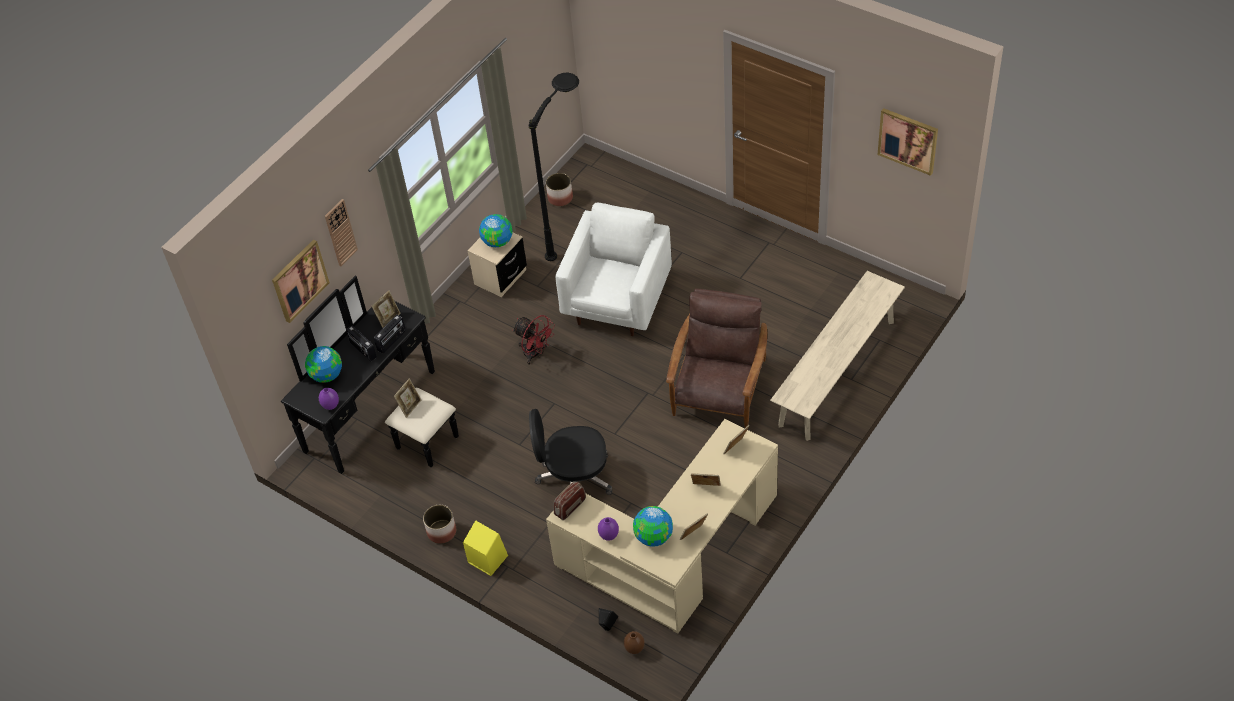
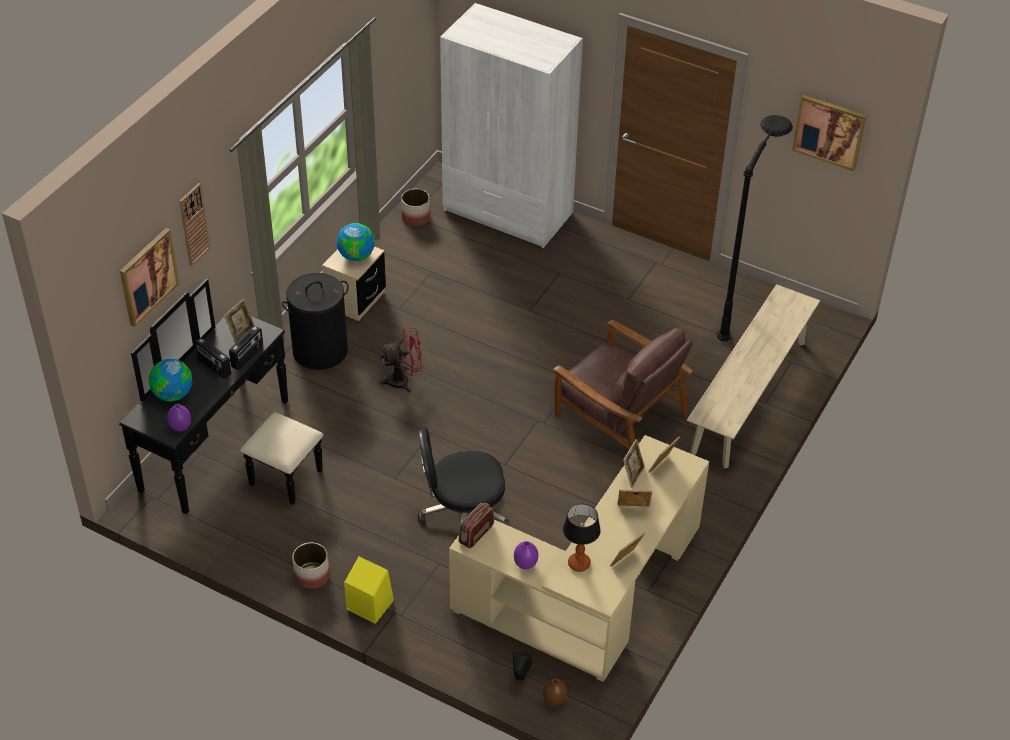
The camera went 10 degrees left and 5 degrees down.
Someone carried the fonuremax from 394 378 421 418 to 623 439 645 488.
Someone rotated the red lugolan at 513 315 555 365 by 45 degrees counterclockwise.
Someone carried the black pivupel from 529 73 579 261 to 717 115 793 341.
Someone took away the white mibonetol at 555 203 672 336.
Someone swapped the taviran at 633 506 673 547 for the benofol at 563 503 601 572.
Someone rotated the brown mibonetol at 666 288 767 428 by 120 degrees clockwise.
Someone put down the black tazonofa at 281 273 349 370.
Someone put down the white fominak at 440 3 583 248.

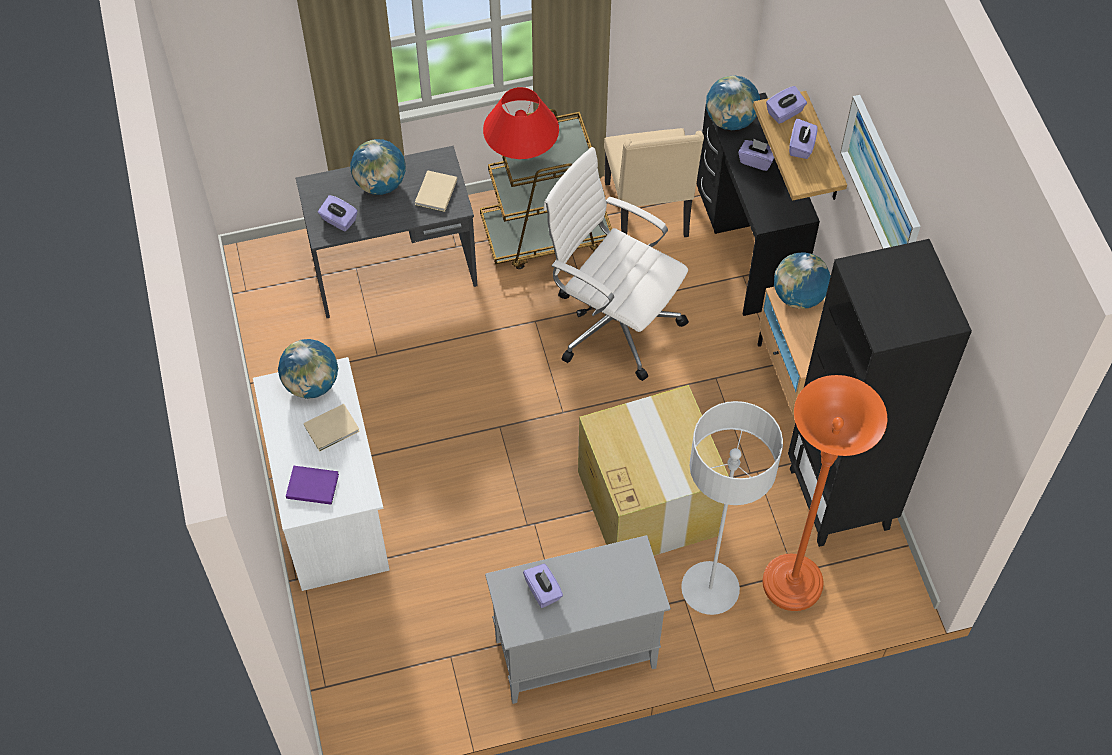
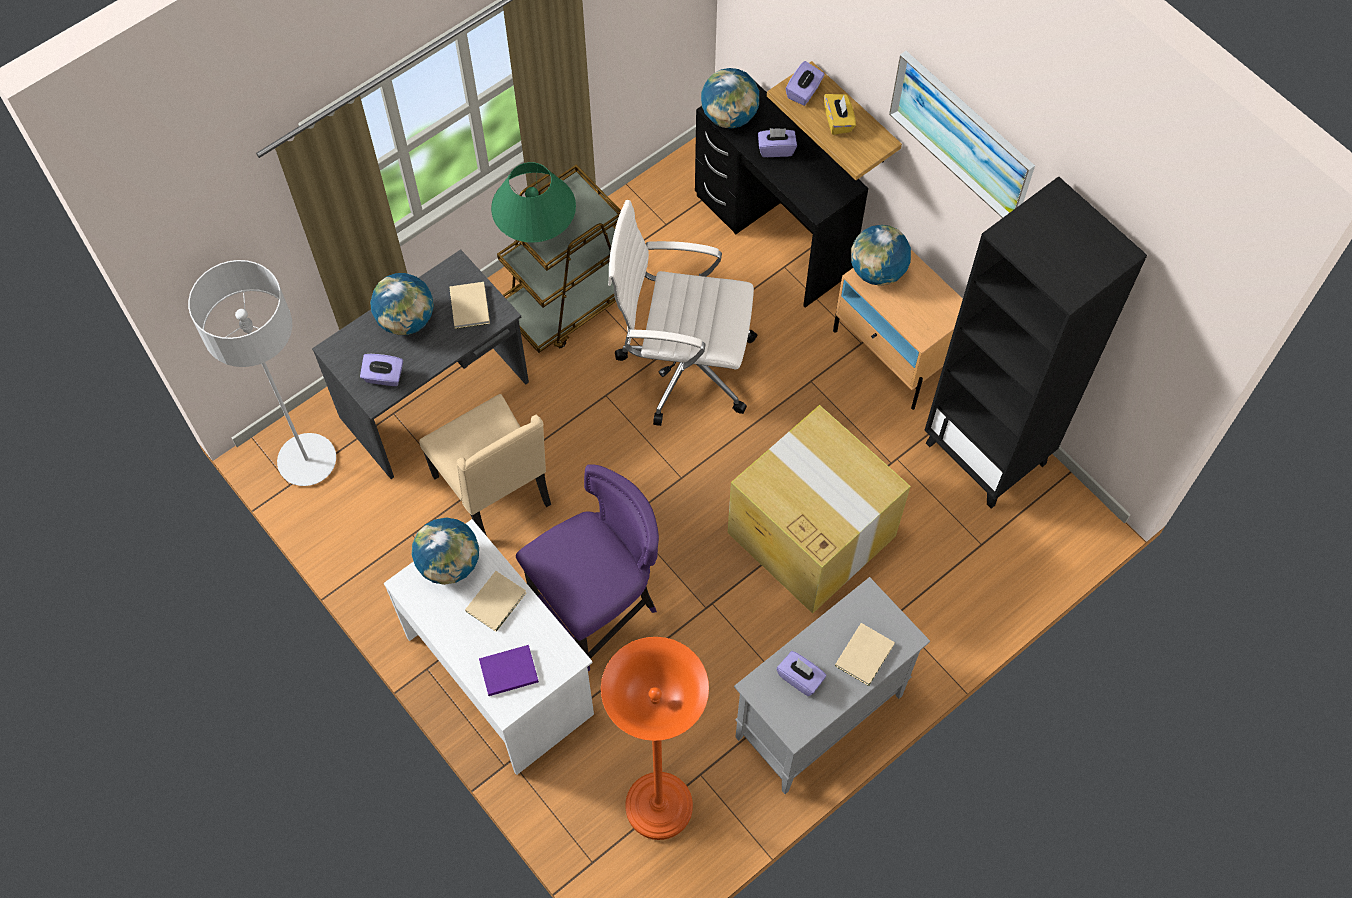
The camera went 25 degrees left and 5 degrees up.
Someone repainted the red benofol at 483 87 559 159, which became the green benofol at 491 162 576 243.
Someone carried the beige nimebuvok from 604 128 704 237 to 419 394 551 536.
Someone carried the grey pivupel from 681 401 783 615 to 188 260 336 486.
Someone carried the orange pivupel from 763 375 887 611 to 601 637 709 840.
Someone repainted the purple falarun at 789 118 818 159, which became the yellow falarun at 824 94 856 135.
Someone put down the purple nimebuvok at 516 464 659 671.
Someone put down the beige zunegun at 835 623 895 686.

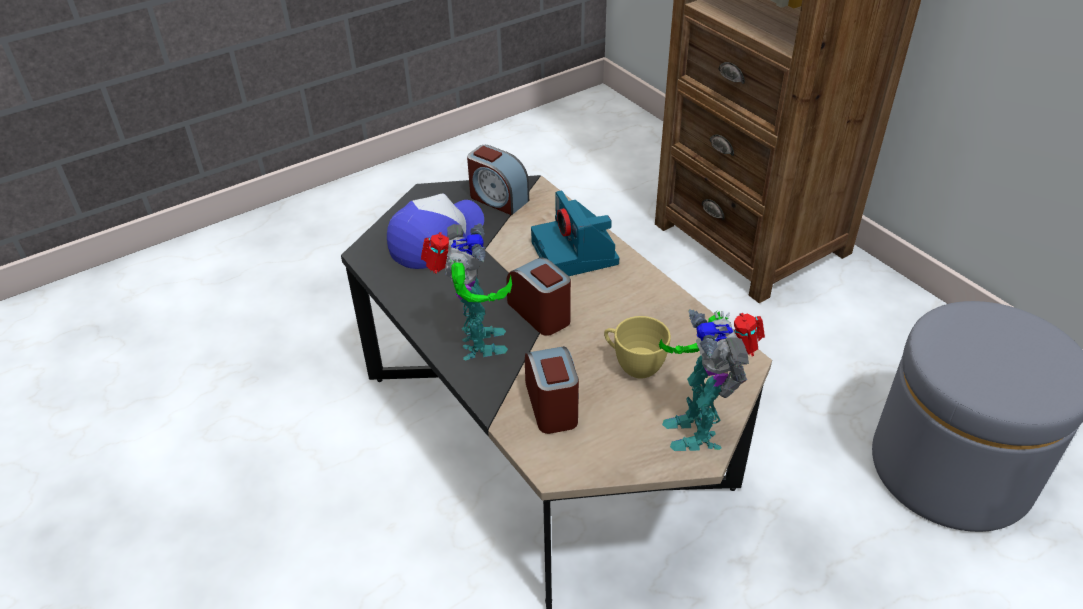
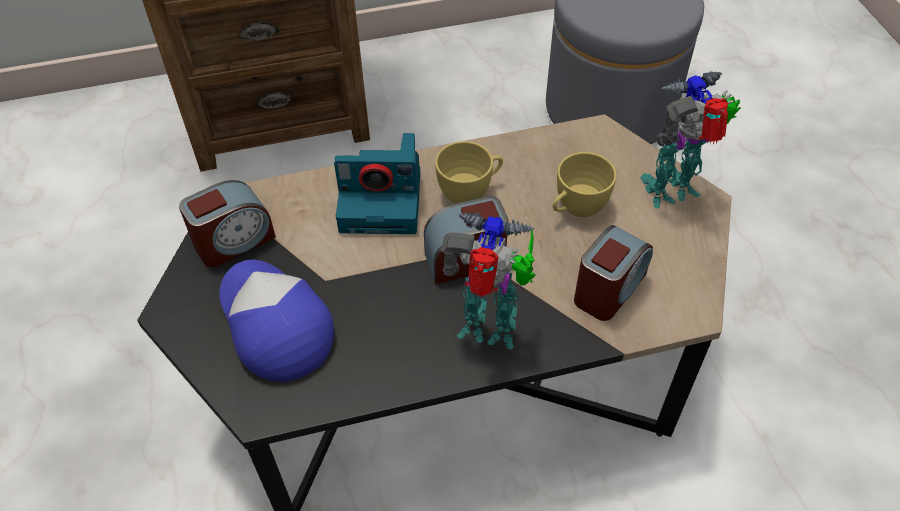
The camera went 70 degrees left and 10 degrees up.
Someone rotated the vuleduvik at 525 346 579 434 by 120 degrees clockwise.
Someone rotated the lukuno at 659 309 765 451 by 150 degrees clockwise.
Someone put down the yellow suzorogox at 435 141 503 204.

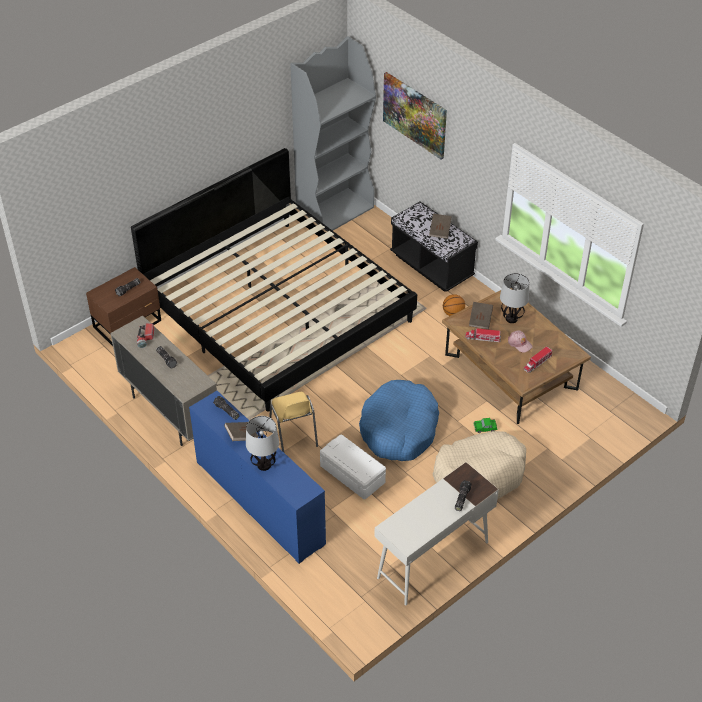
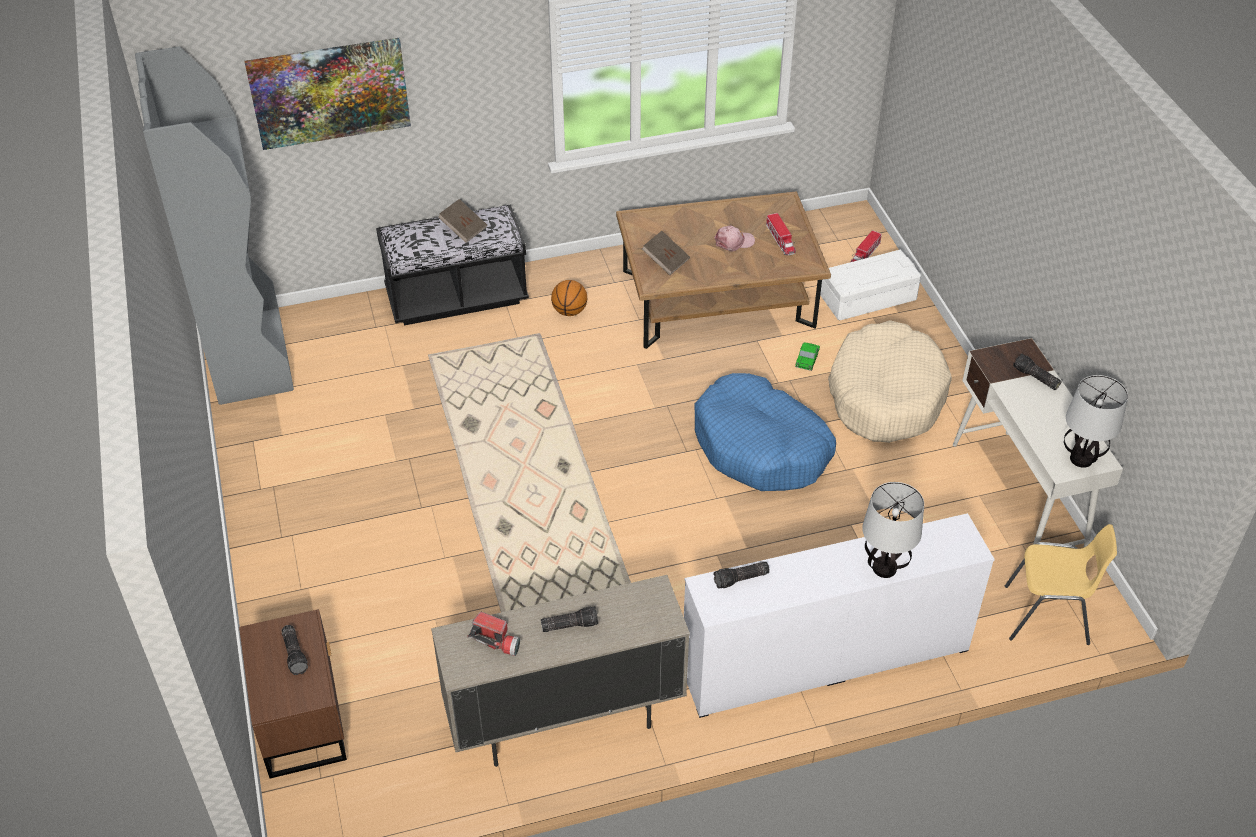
The camera went 65 degrees left and 0 degrees up.
Someone took away the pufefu at 131 148 417 412.
Someone repainted the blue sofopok at 189 391 326 564, which became the white sofopok at 684 513 995 718.
Someone took away the brown zunegun at 224 422 259 441.
Someone carried the yellow nimebuvok from 269 392 318 452 to 1005 524 1117 645.
Someone carried the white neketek from 320 435 386 499 to 820 250 921 321.
Someone carried the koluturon from 465 328 501 342 to 850 230 882 262.
Someone carried the benofol from 500 273 529 323 to 1064 375 1128 468.

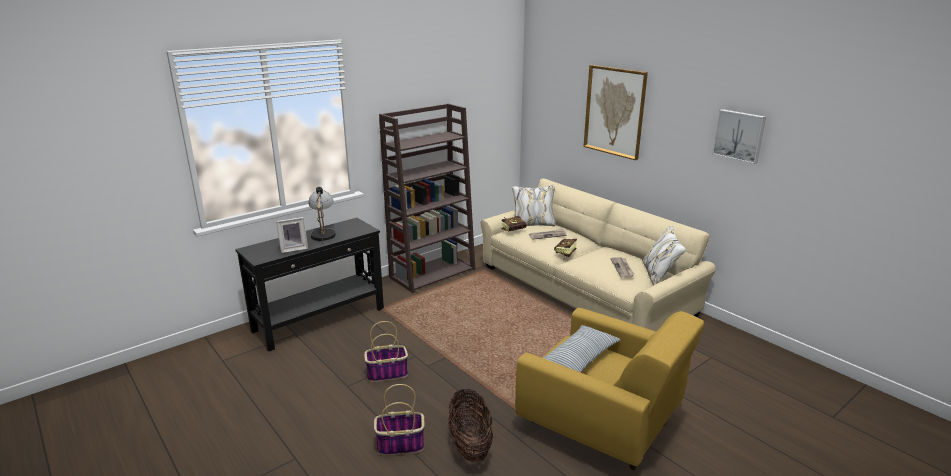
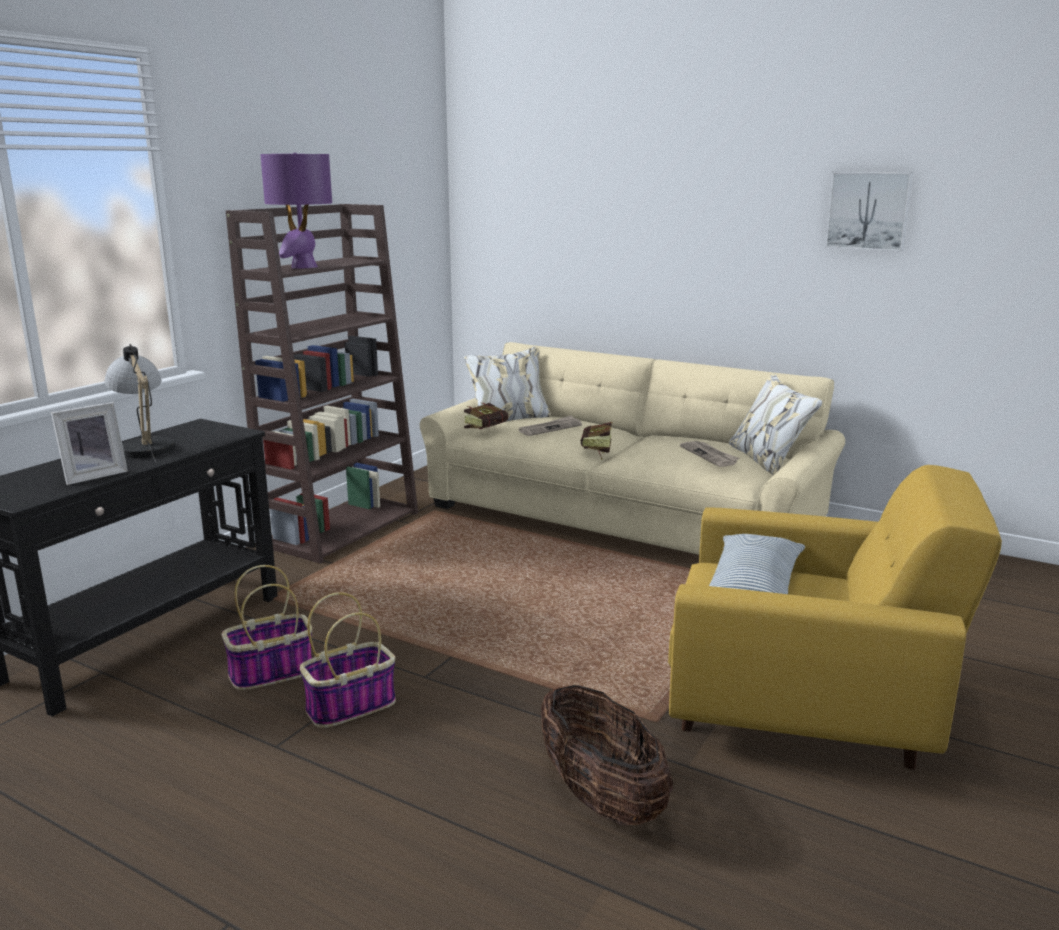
The camera went 20 degrees left and 5 degrees down.
Someone carried the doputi from 374 384 424 455 to 222 565 312 690.
Someone took away the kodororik at 583 65 648 160.
Someone put down the purple benofol at 260 153 332 269.

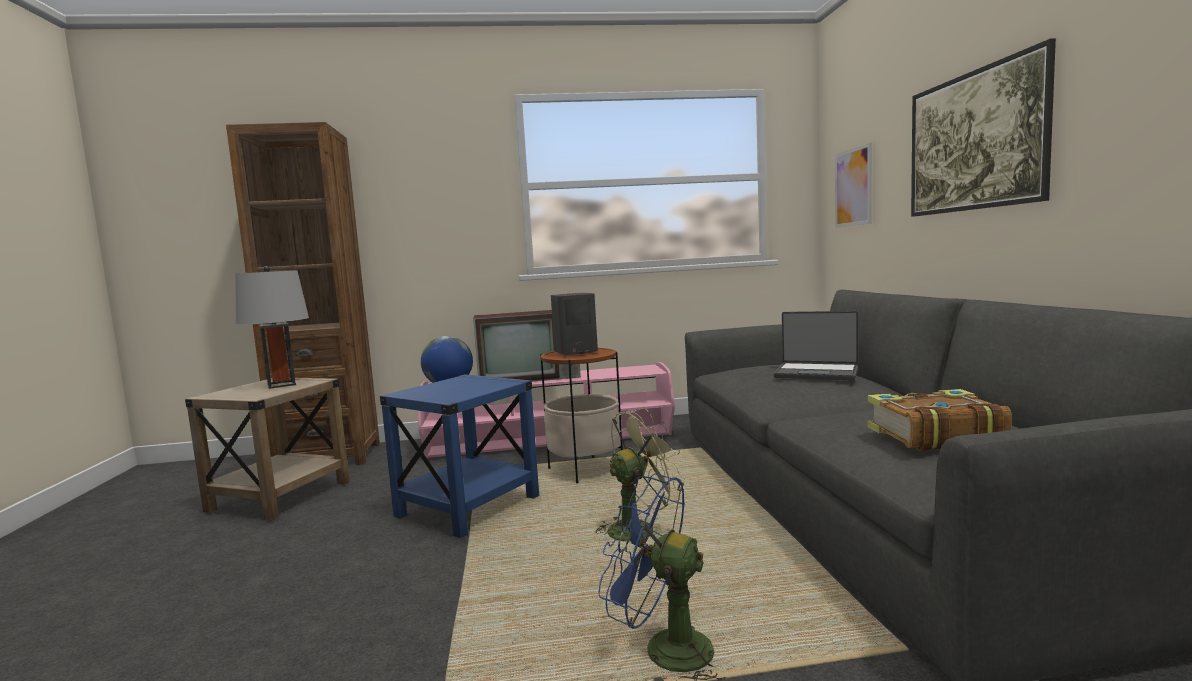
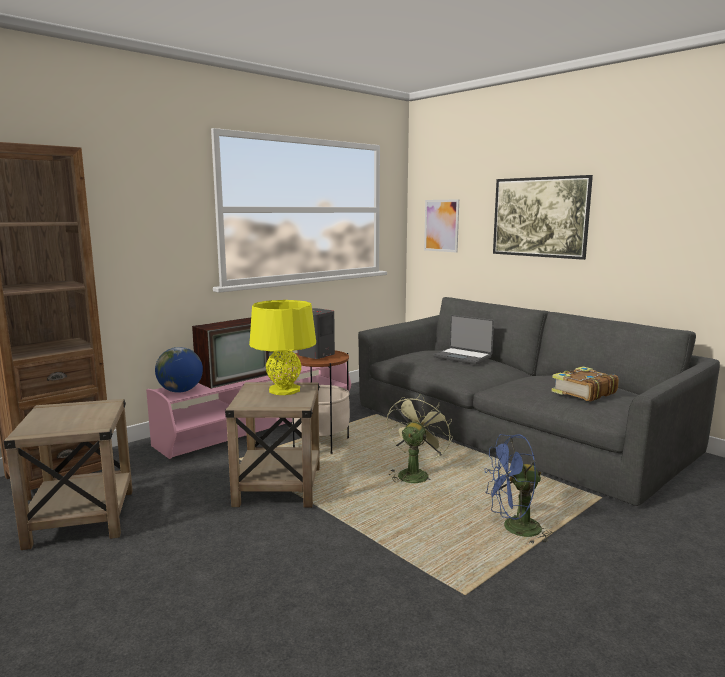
The camera went 35 degrees left and 5 degrees up.
Someone took away the grey benofol at 235 266 309 389.
Someone repainted the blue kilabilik at 380 374 539 538, which became the beige kilabilik at 225 382 320 508.
Someone rotated the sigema at 774 311 858 380 by 45 degrees clockwise.
Someone put down the yellow benofol at 249 300 316 395.

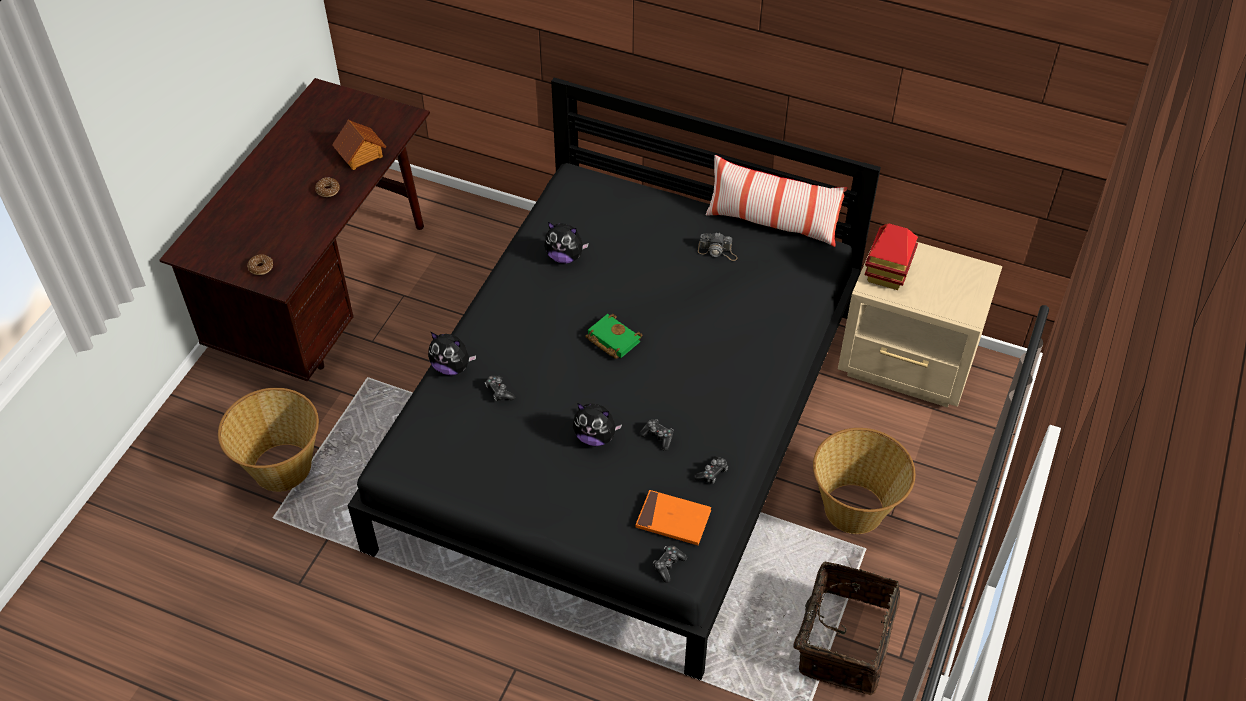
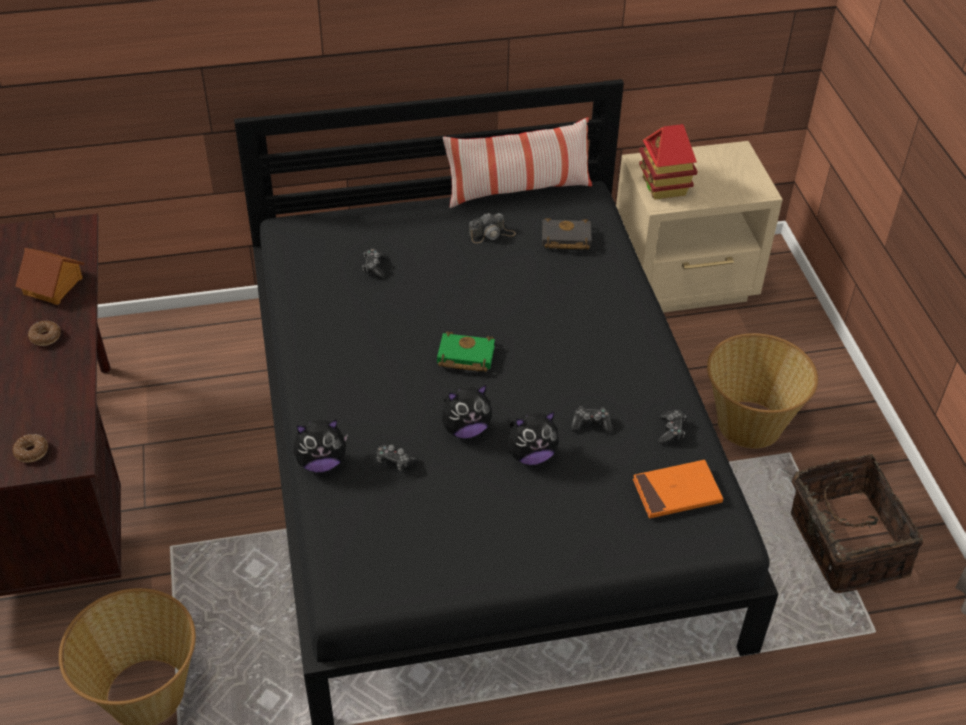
The camera went 35 degrees left and 5 degrees down.
Someone carried the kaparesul from 544 222 589 264 to 442 385 492 438.
Someone carried the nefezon from 653 546 687 583 to 362 248 387 279.
Someone put down the black zunegun at 542 218 592 249.

